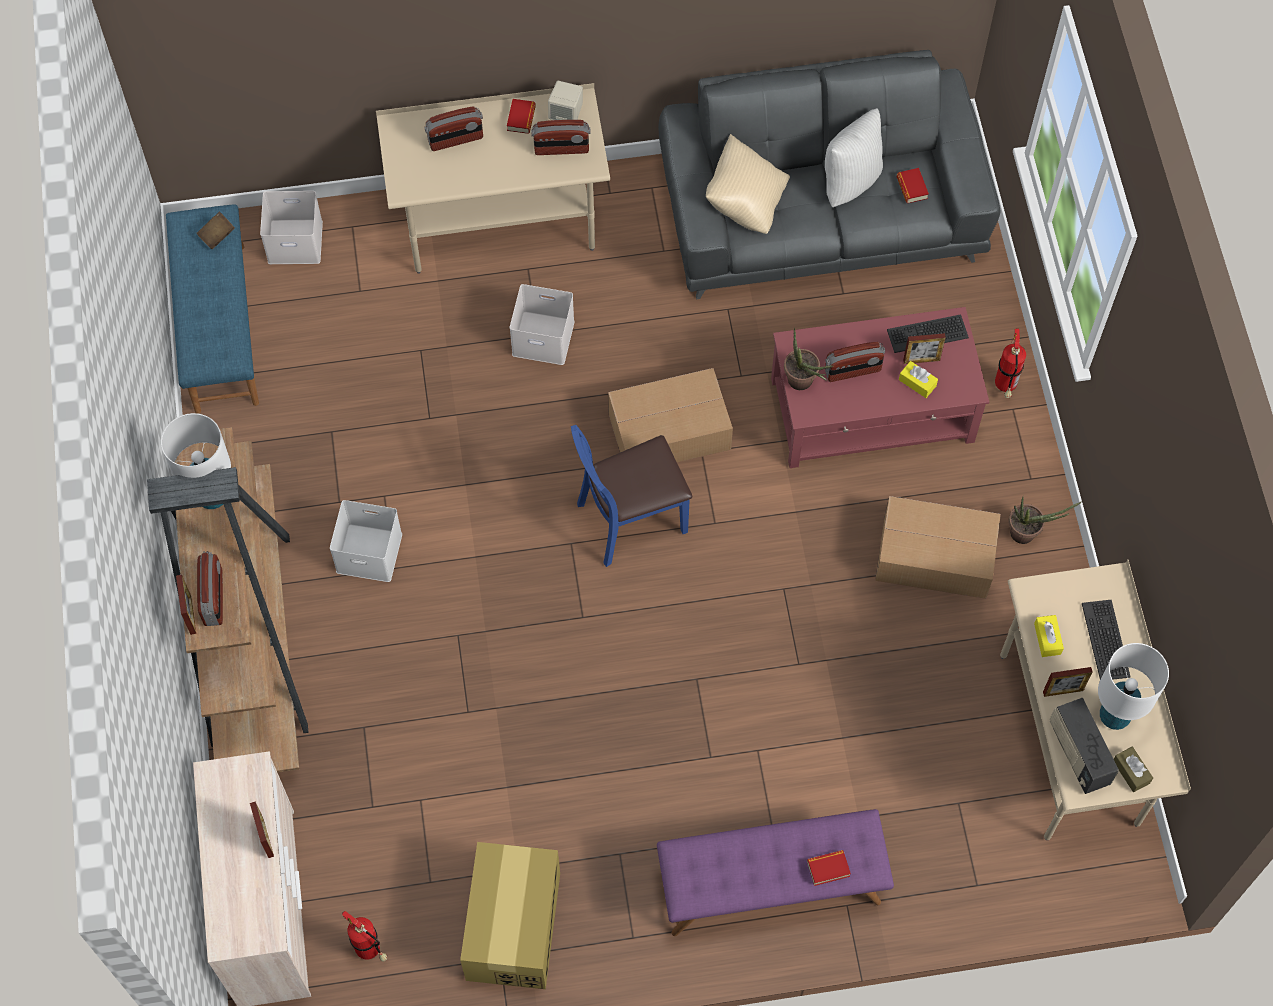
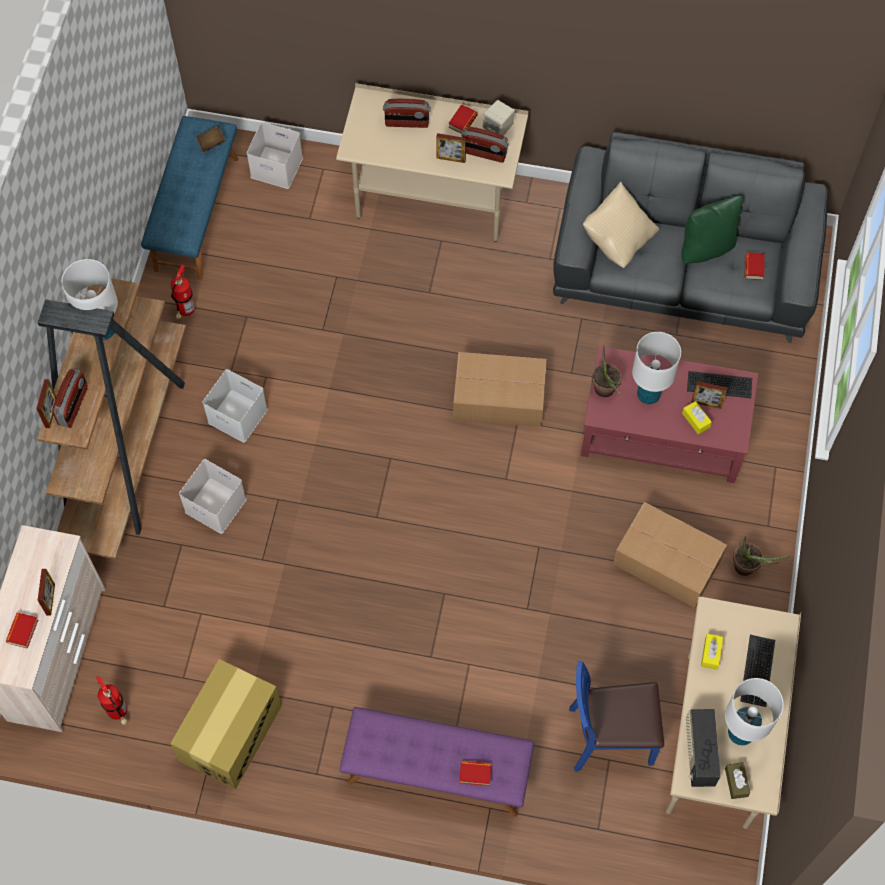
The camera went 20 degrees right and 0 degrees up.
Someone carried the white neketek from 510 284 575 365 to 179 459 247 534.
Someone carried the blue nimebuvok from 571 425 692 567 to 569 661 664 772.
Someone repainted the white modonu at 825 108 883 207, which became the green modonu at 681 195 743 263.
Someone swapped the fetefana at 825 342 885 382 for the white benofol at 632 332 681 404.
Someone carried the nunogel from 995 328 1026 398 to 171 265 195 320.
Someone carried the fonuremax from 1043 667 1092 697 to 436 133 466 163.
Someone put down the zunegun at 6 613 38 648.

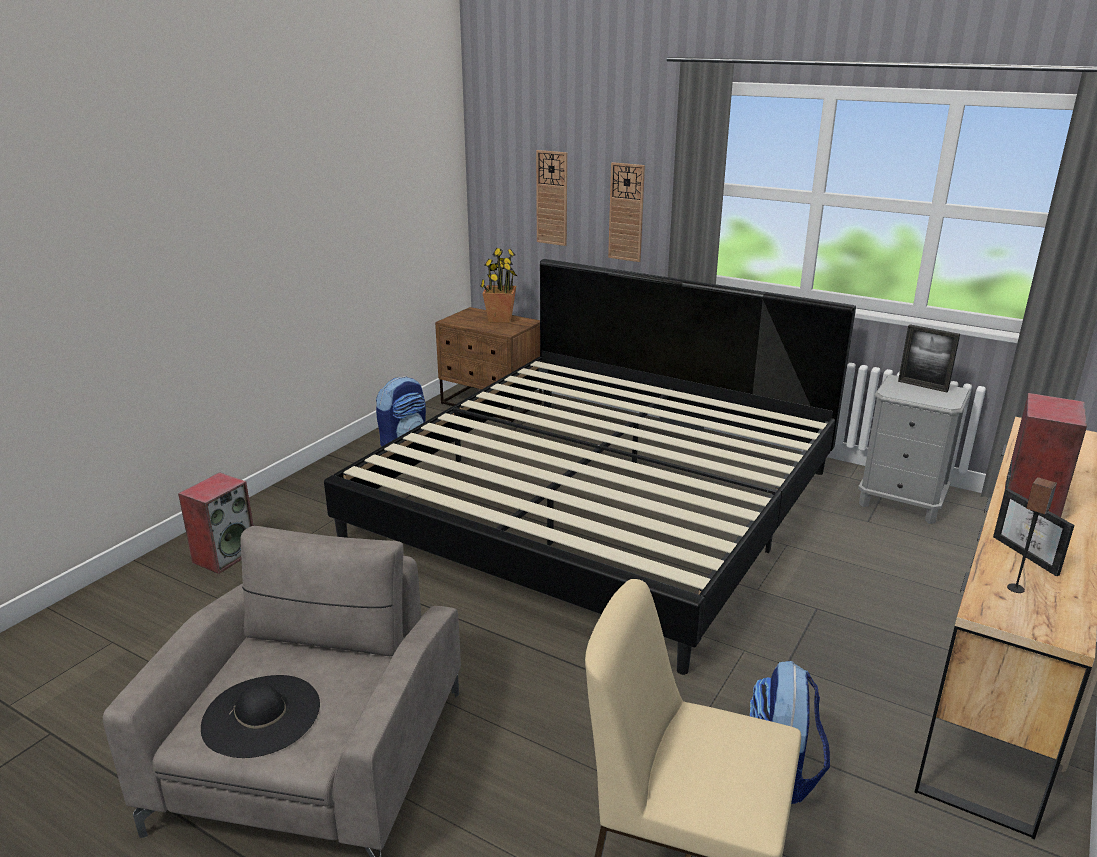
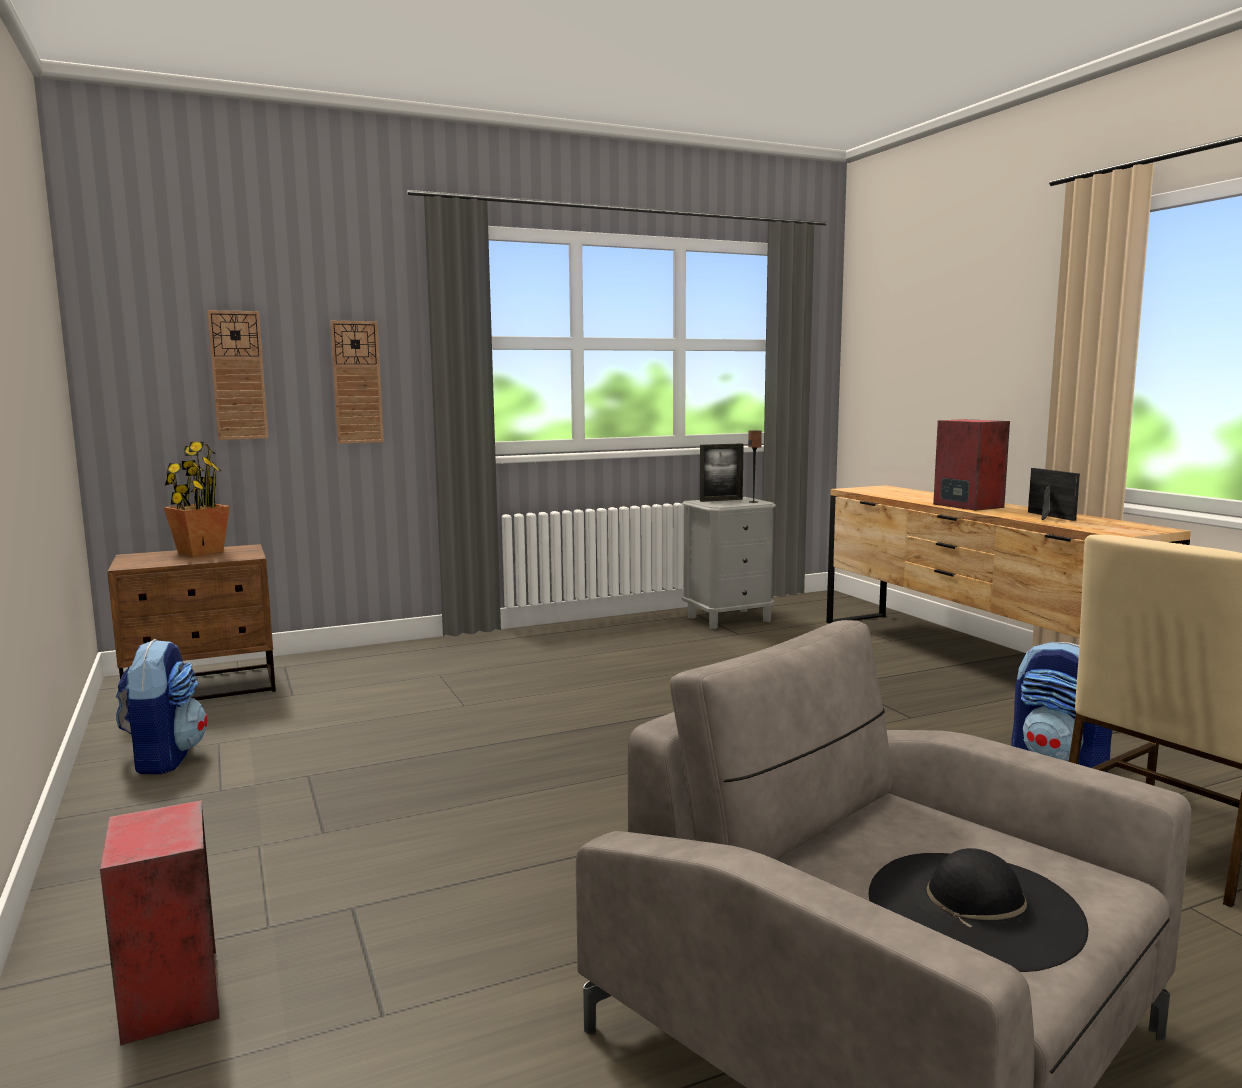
The camera went 55 degrees left and 15 degrees down.
Someone took away the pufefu at 324 259 856 675.
Someone rotated the fonuremax at 993 489 1075 576 by 120 degrees counterclockwise.
Someone carried the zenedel from 1007 477 1057 593 to 748 430 762 503.

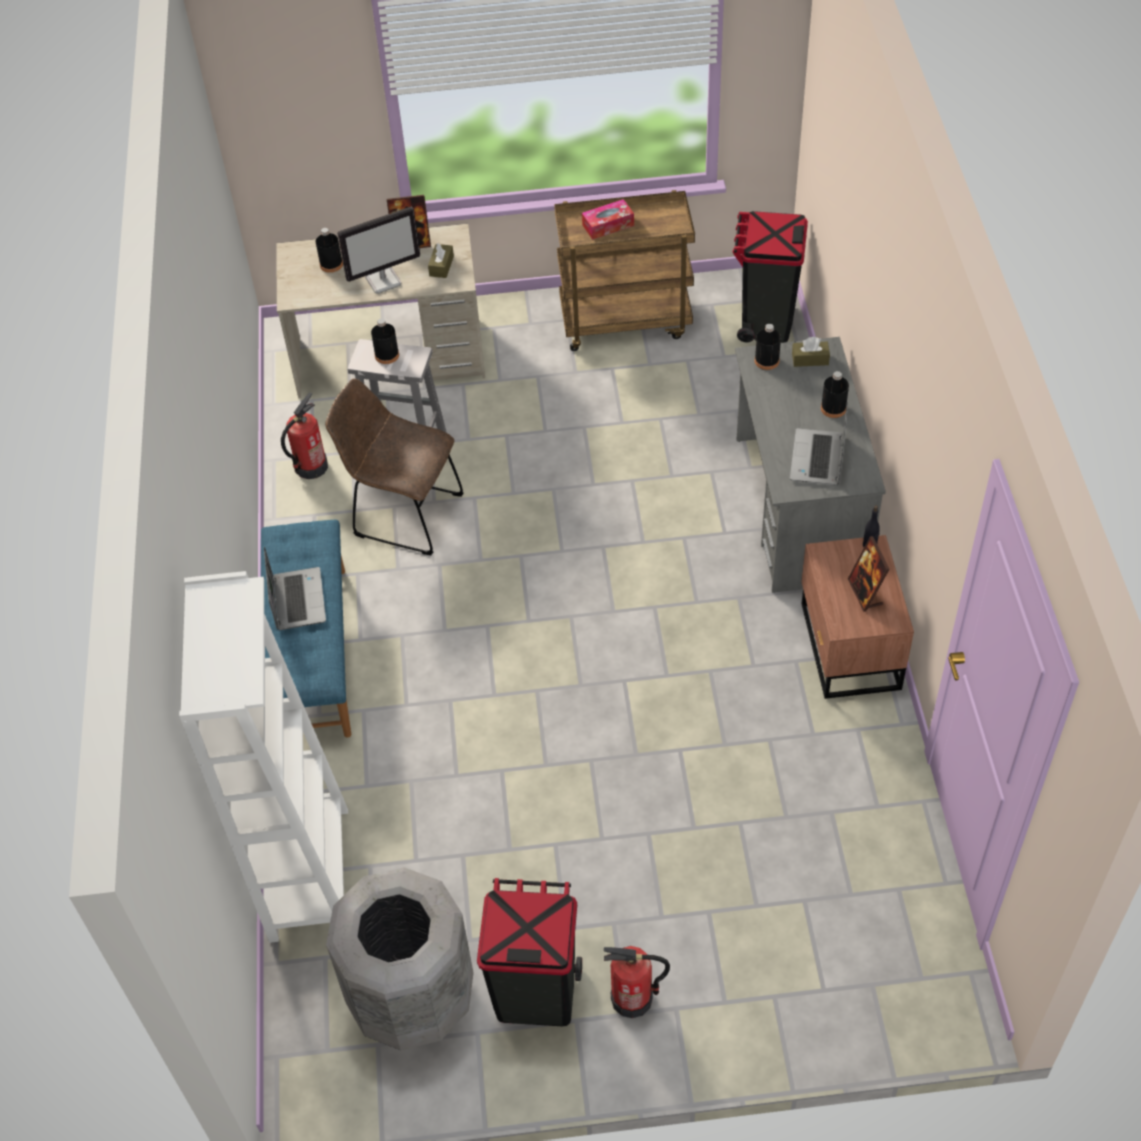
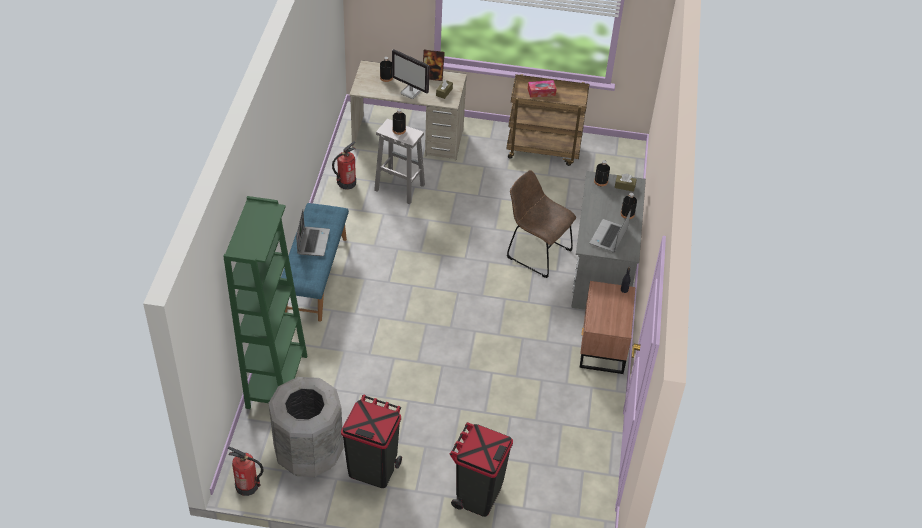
The camera went 10 degrees right and 5 degrees down.
Someone repainted the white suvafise at 179 571 348 943, which became the green suvafise at 223 196 307 409.
Someone carried the brown nimebuvok from 325 379 464 555 to 507 170 576 278.
Someone rotated the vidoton at 337 207 420 294 by 45 degrees clockwise.
Someone carried the nunogel from 604 946 670 1018 to 228 446 263 496.
Someone carried the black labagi from 733 211 808 343 to 450 422 513 517.
Someone took away the fonuremax at 848 536 890 612.

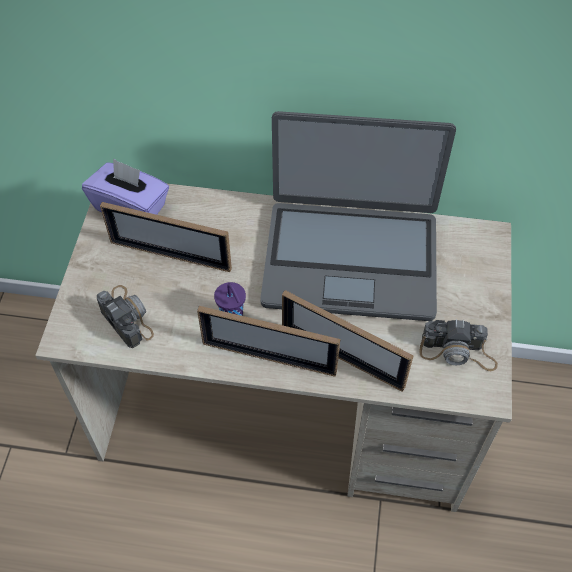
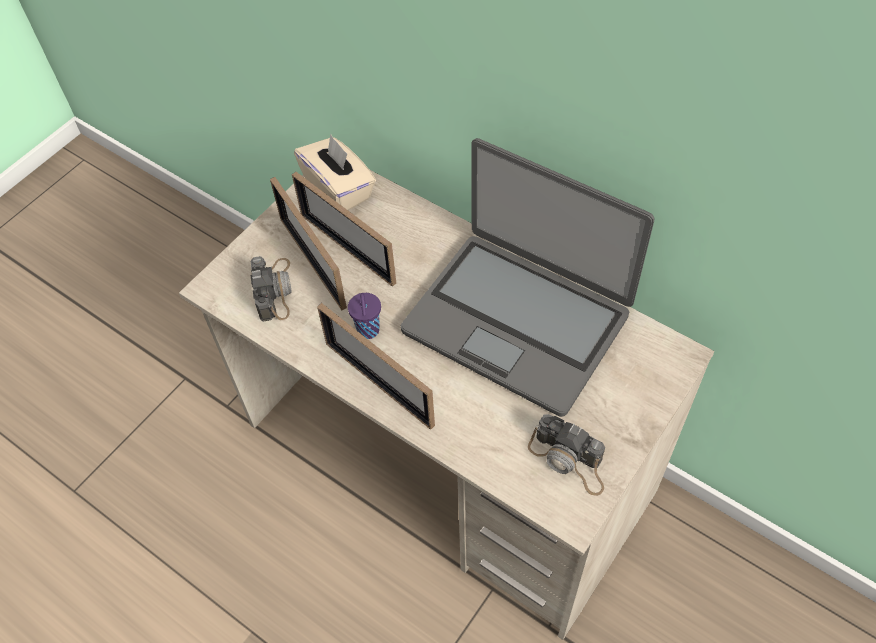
The camera went 30 degrees right and 0 degrees up.
Someone repainted the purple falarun at 82 158 169 215, which became the beige falarun at 294 134 376 210.
Someone carried the fonuremax from 282 290 414 392 to 270 177 347 310.

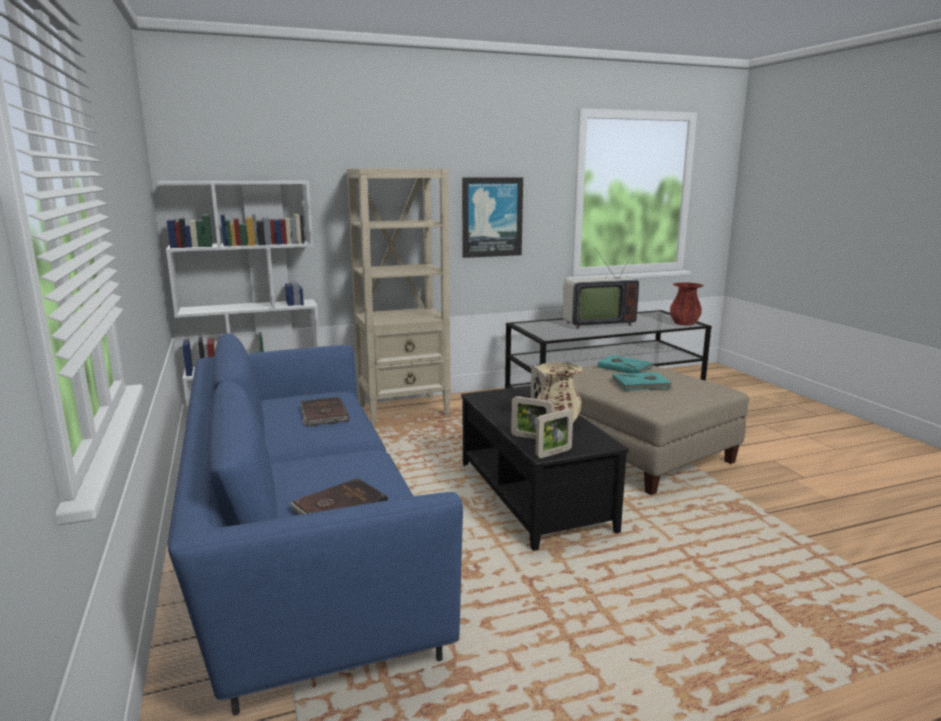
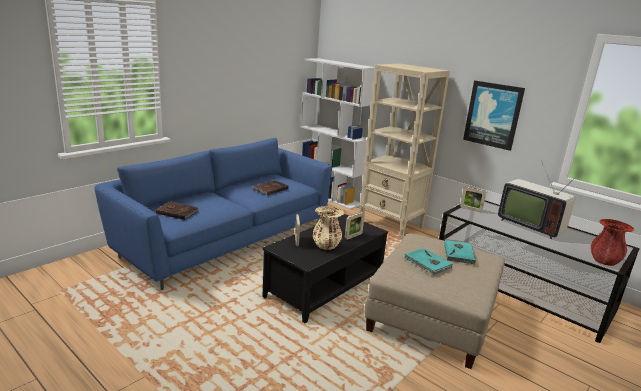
The camera went 60 degrees right and 5 degrees up.
Someone carried the fonuremax from 535 409 573 458 to 460 187 486 212.

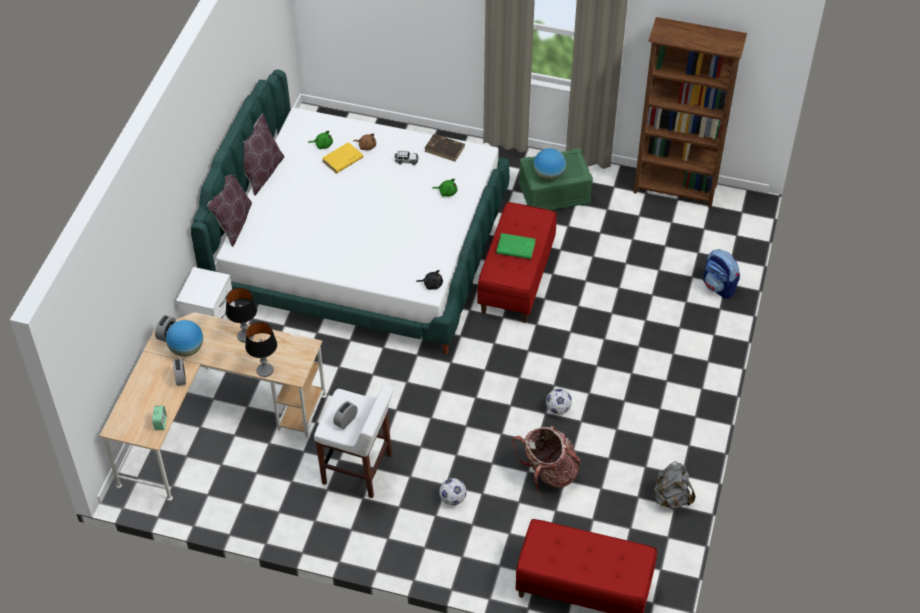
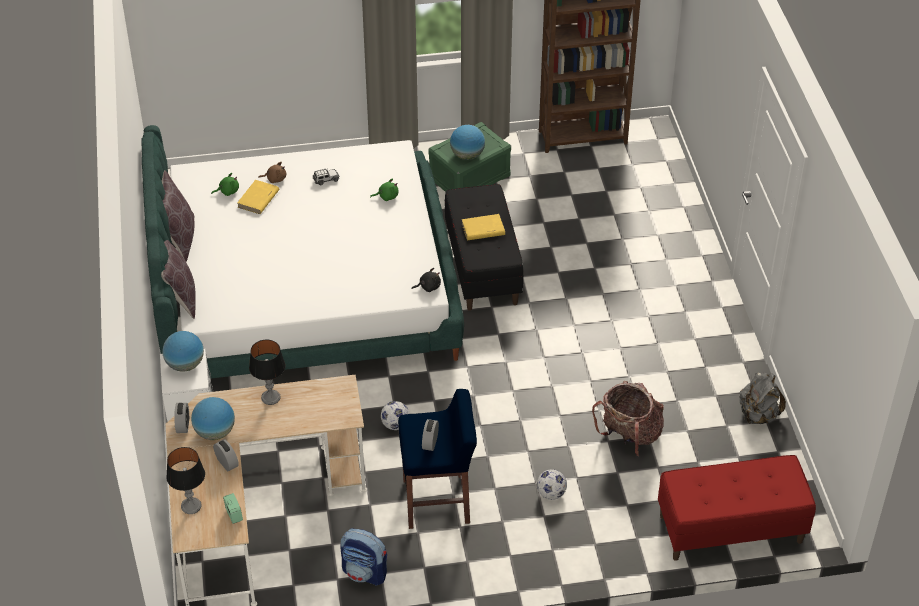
The camera went 25 degrees left and 5 degrees down.
Someone carried the benofol from 245 322 277 377 to 166 447 205 514.
Someone repainted the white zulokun at 314 385 394 498, which became the blue zulokun at 398 389 477 529.
Someone took away the brown zunegun at 425 134 465 162.
Someone repainted the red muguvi at 477 202 557 323, which became the black muguvi at 445 184 524 311.
Someone repainted the green zunegun at 496 233 536 259, which became the yellow zunegun at 462 214 505 241.
Someone carried the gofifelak from 546 389 572 415 to 381 401 410 430.
Someone carried the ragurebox from 703 249 740 299 to 340 528 387 585.
Someone put down the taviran at 163 331 204 372.

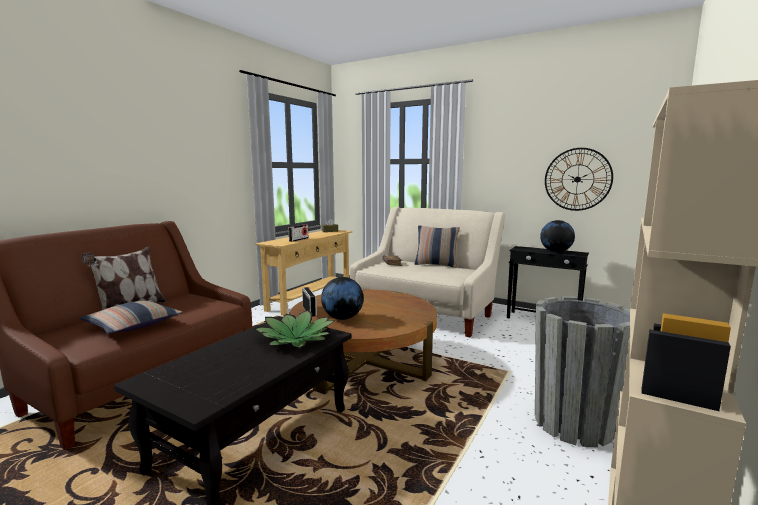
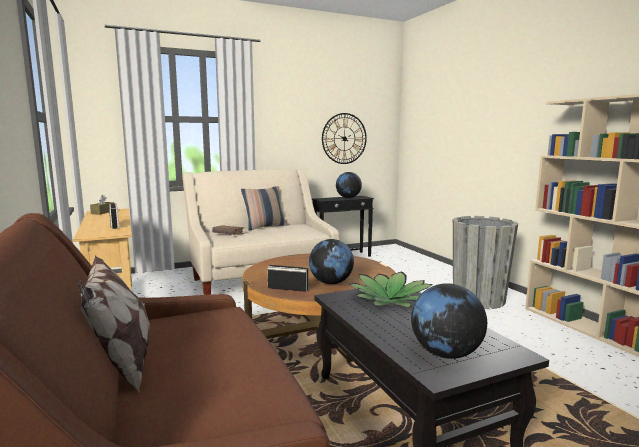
The camera went 55 degrees left and 0 degrees up.
Someone took away the modonu at 79 300 183 334.
Someone put down the taviran at 411 283 487 359.

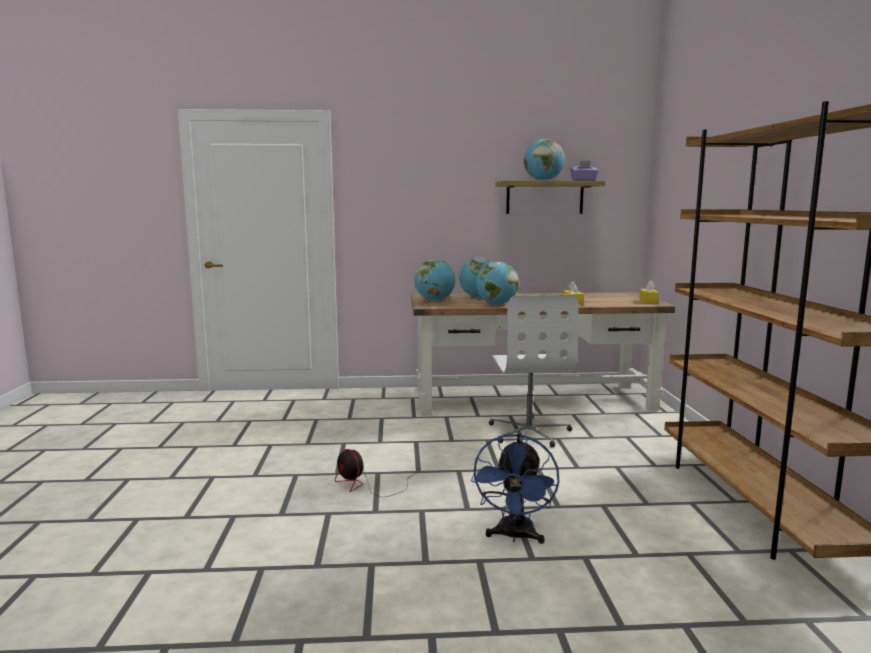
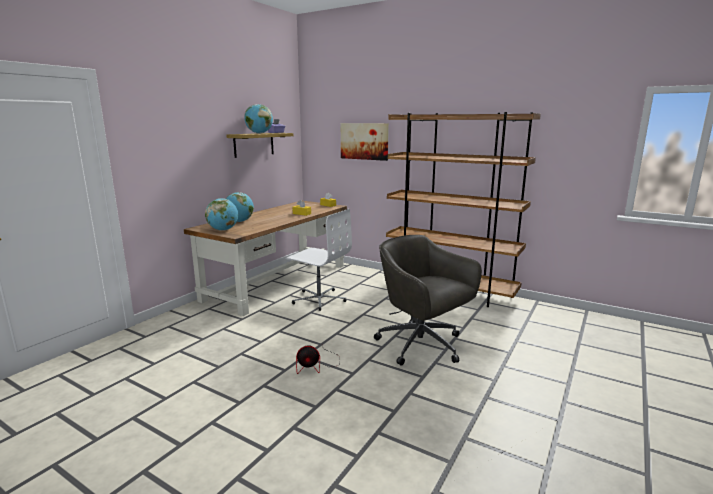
The camera went 55 degrees left and 5 degrees up.
Someone swapped the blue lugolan at 471 433 559 544 for the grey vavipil at 374 235 482 366.
Someone took away the taviran at 476 262 519 305.
Someone put up the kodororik at 341 123 389 161.

